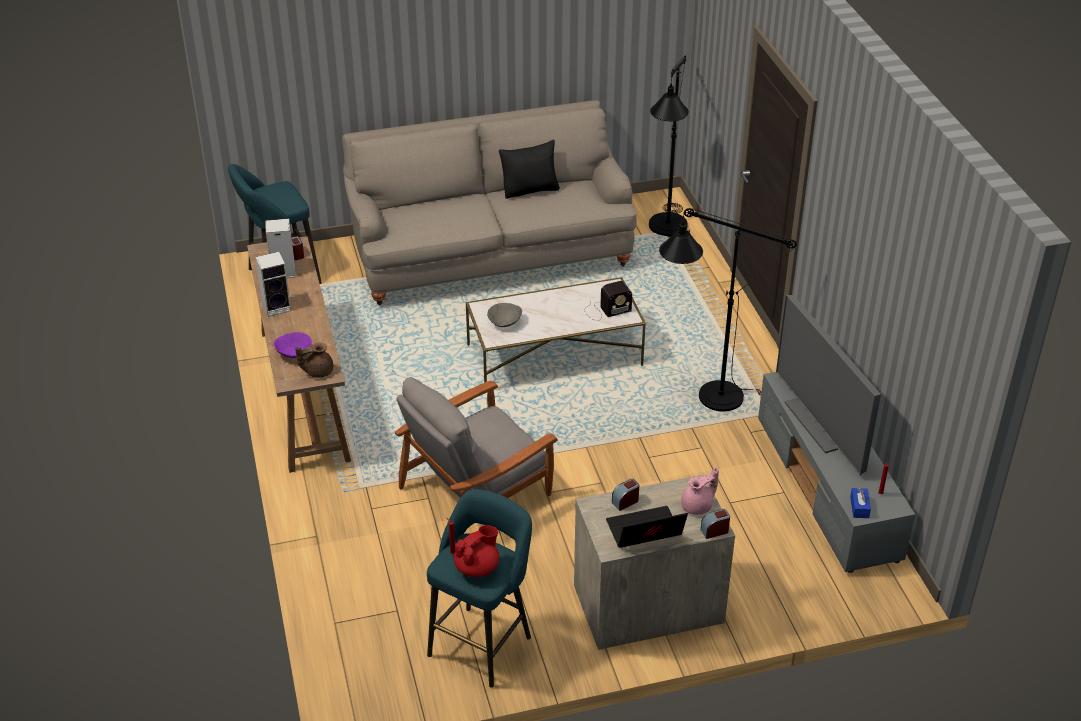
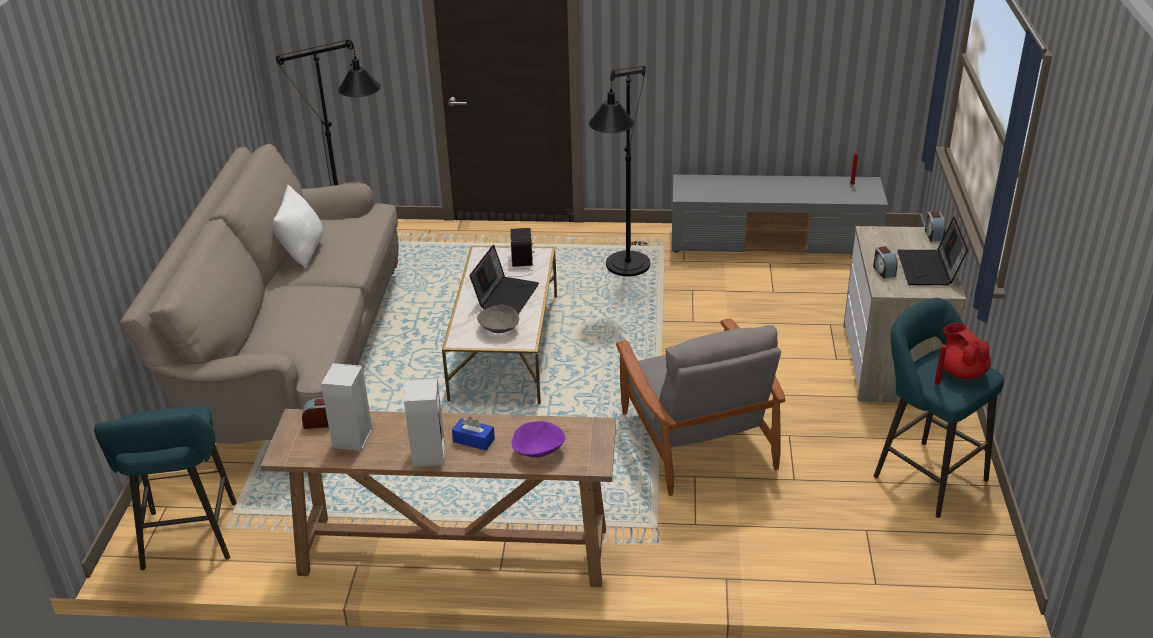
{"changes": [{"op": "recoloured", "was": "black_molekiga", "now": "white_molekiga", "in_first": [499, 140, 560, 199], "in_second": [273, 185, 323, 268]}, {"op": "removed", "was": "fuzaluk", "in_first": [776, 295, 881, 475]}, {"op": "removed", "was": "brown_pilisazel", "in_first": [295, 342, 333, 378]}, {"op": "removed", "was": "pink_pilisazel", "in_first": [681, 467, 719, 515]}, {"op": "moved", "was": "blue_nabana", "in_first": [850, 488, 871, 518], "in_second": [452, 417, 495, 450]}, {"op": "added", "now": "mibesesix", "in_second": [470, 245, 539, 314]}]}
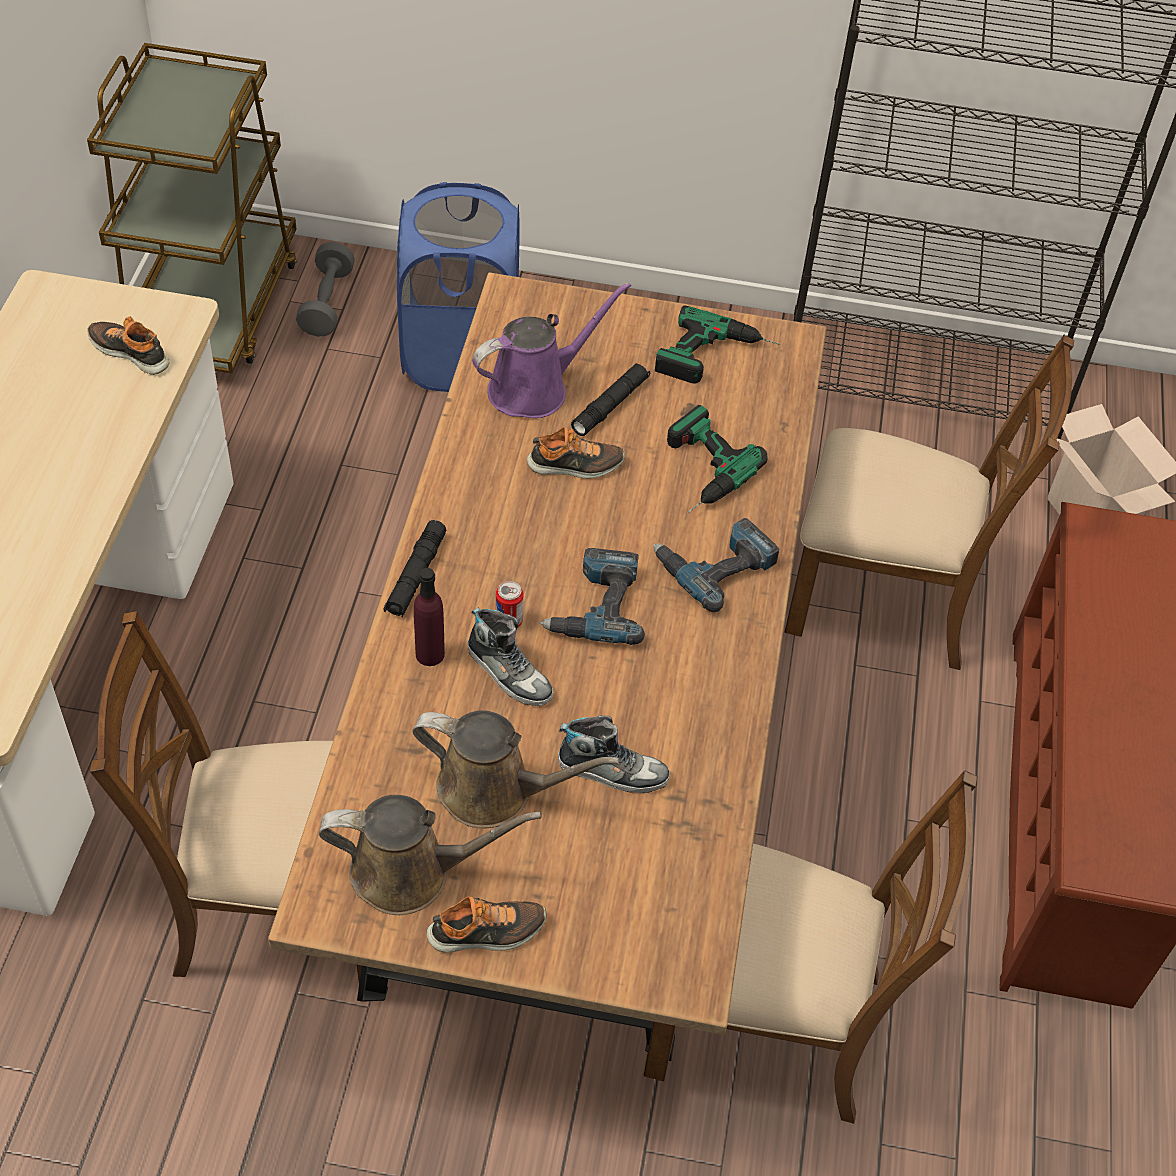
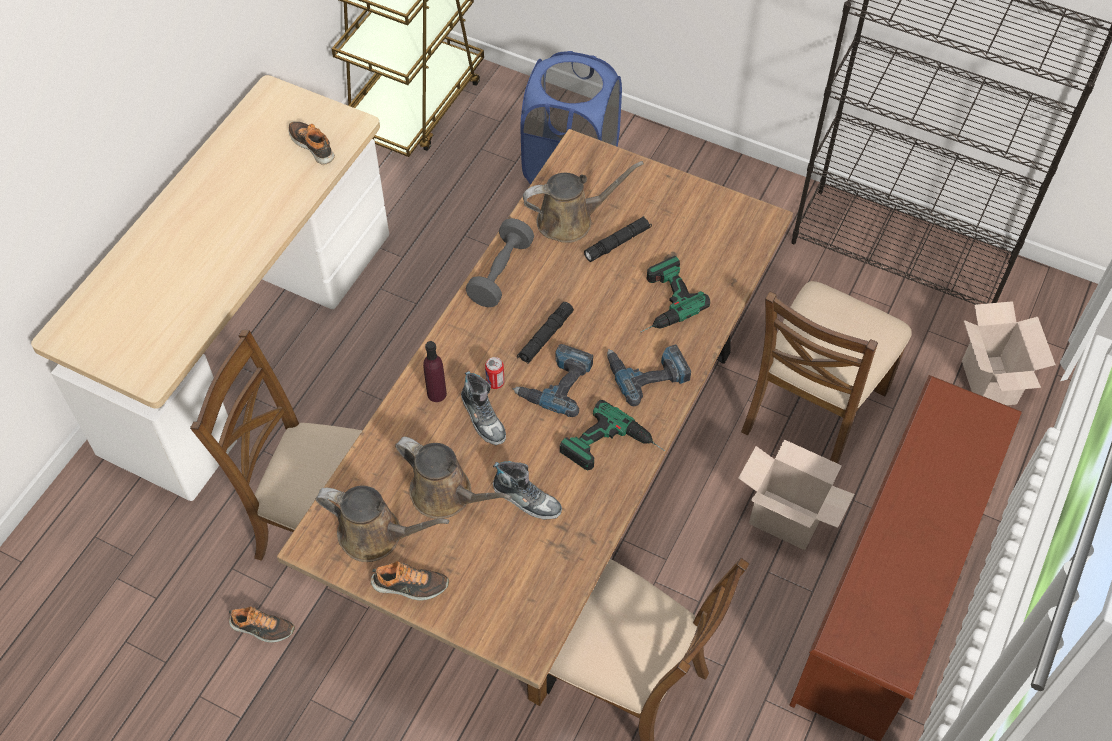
{"changes": [{"op": "moved", "was": "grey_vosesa", "in_first": [296, 242, 355, 336], "in_second": [466, 218, 534, 307]}, {"op": "recoloured", "was": "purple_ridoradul", "now": "brown_ridoradul", "in_first": [472, 282, 631, 418], "in_second": [523, 161, 644, 243]}, {"op": "moved", "was": "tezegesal", "in_first": [655, 305, 780, 384], "in_second": [560, 400, 665, 470]}, {"op": "turned", "was": "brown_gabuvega", "in_first": [785, 335, 1074, 670], "in_second": [741, 281, 912, 464], "clockwise": 90}, {"op": "moved", "was": "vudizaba", "in_first": [527, 427, 625, 479], "in_second": [229, 607, 295, 643]}, {"op": "moved", "was": "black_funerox", "in_first": [383, 520, 446, 617], "in_second": [517, 302, 574, 364]}, {"op": "added", "now": "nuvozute", "in_second": [738, 439, 854, 550]}]}
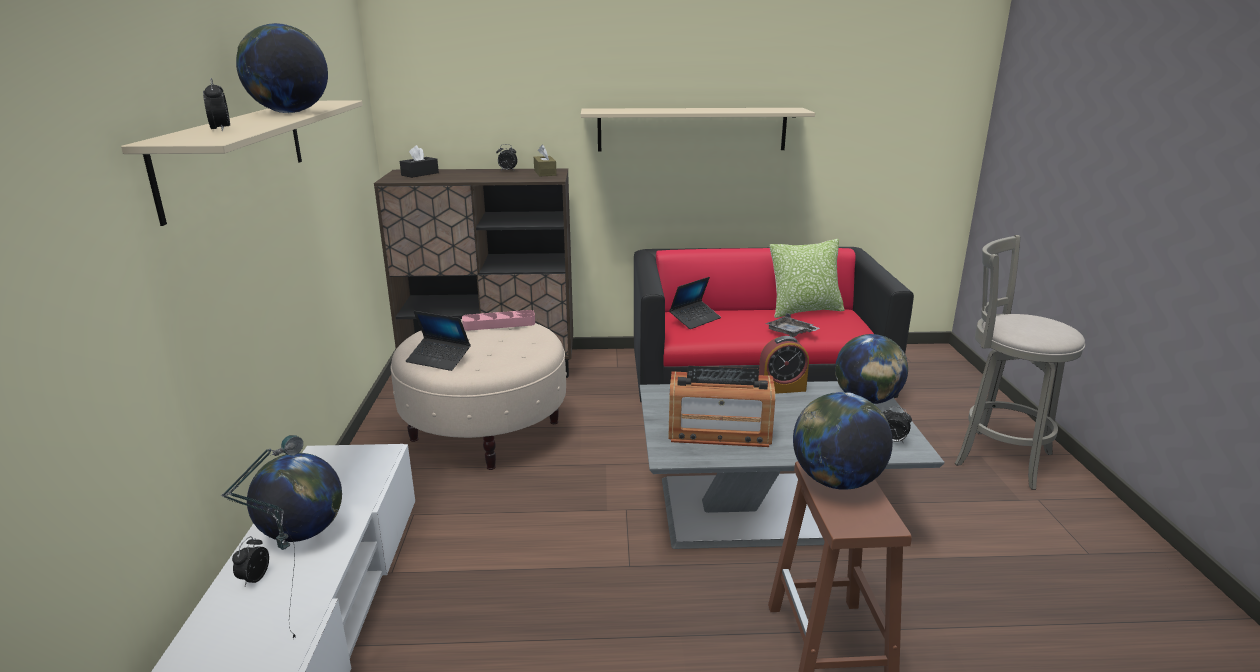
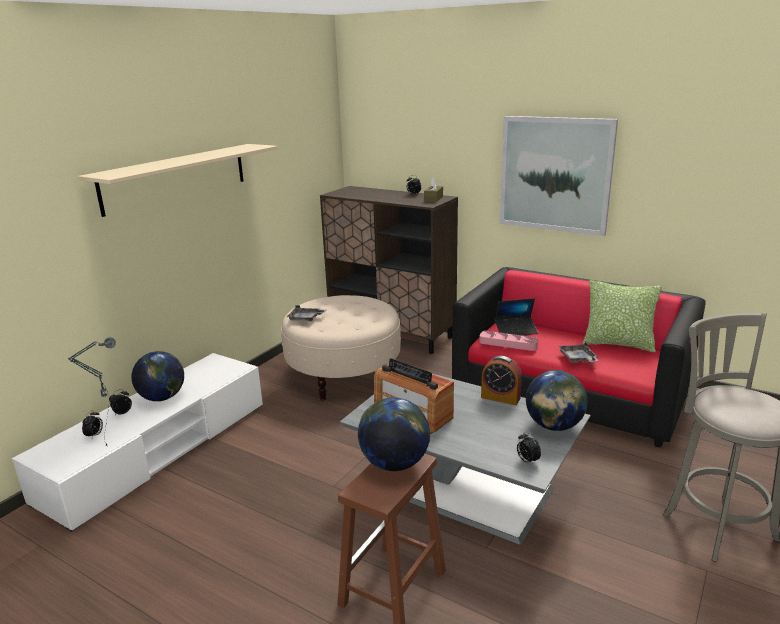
{"changes": [{"op": "removed", "was": "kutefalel", "in_first": [236, 23, 328, 113]}, {"op": "moved", "was": "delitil", "in_first": [203, 78, 230, 132], "in_second": [82, 410, 103, 438]}, {"op": "replaced", "was": "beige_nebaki", "now": "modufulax", "in_first": [581, 108, 815, 151], "in_second": [500, 116, 618, 236]}, {"op": "removed", "was": "black_nabana", "in_first": [400, 145, 439, 178]}, {"op": "moved", "was": "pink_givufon", "in_first": [462, 310, 535, 331], "in_second": [479, 331, 538, 351]}, {"op": "replaced", "was": "mibesesix", "now": "grey_givufon", "in_first": [406, 311, 471, 371], "in_second": [287, 305, 326, 322]}]}
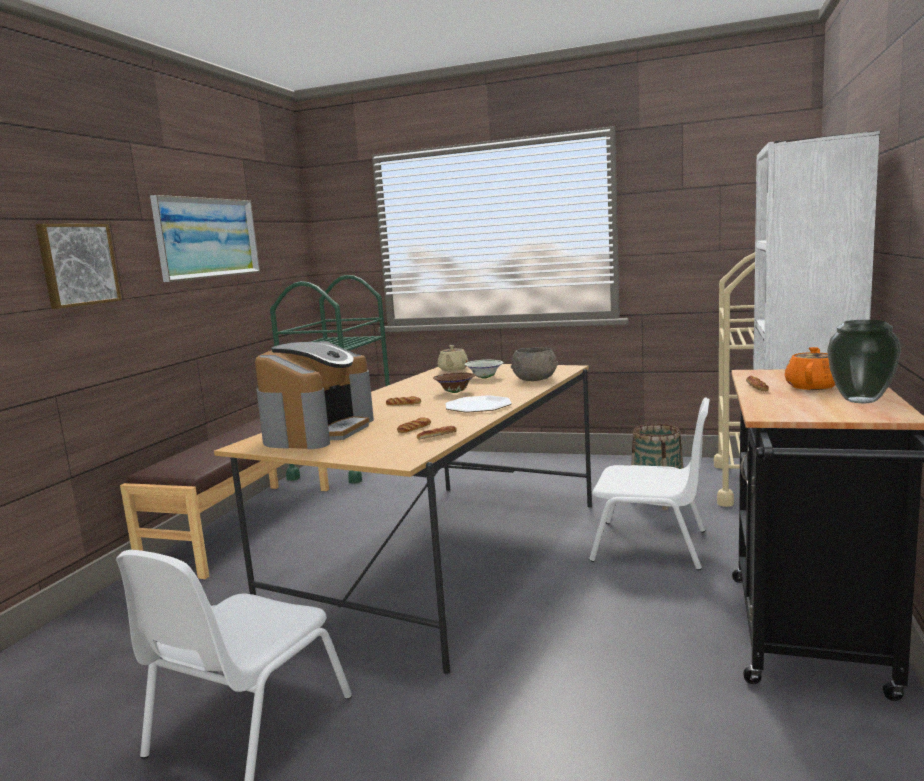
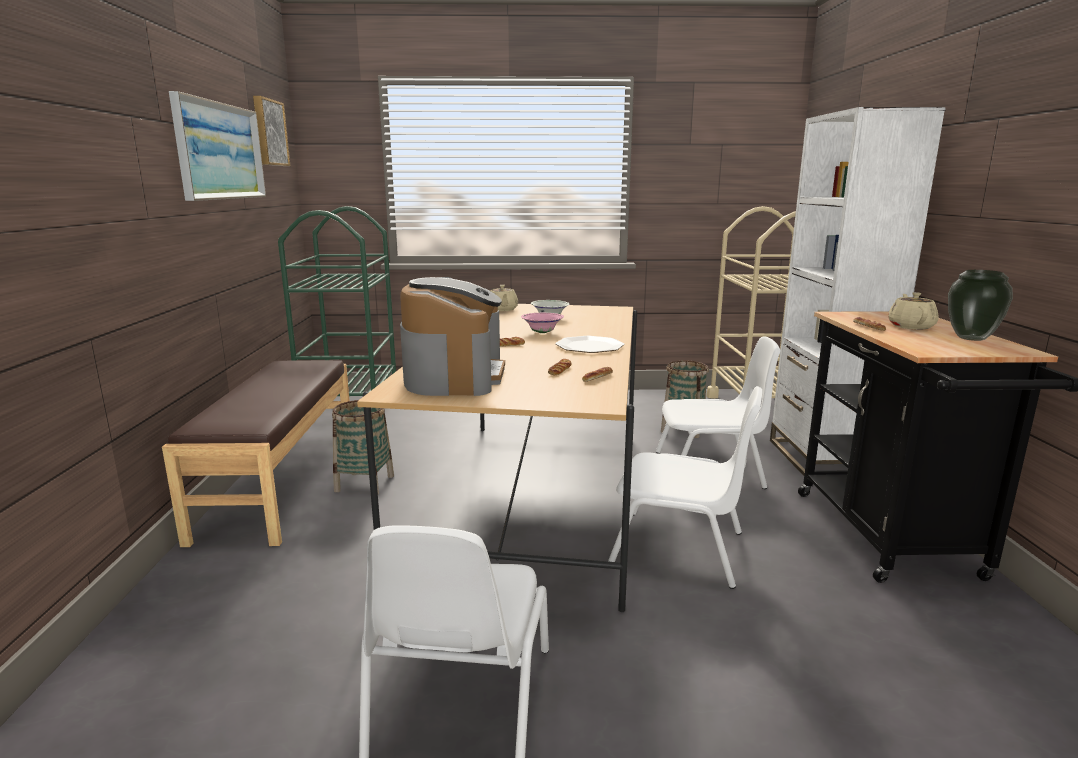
{"changes": [{"op": "moved", "was": "modufulax", "in_first": [36, 224, 121, 309], "in_second": [253, 96, 290, 166]}, {"op": "removed", "was": "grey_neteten", "in_first": [511, 347, 558, 381]}, {"op": "recoloured", "was": "orange_pilisazel", "now": "beige_pilisazel", "in_first": [785, 347, 835, 390], "in_second": [888, 292, 939, 330]}, {"op": "recoloured", "was": "brown_neteten", "now": "pink_neteten", "in_first": [433, 373, 475, 393], "in_second": [521, 313, 564, 333]}, {"op": "added", "now": "white_gabuvega", "in_second": [608, 386, 762, 589]}, {"op": "added", "now": "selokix", "in_second": [332, 400, 394, 494]}]}
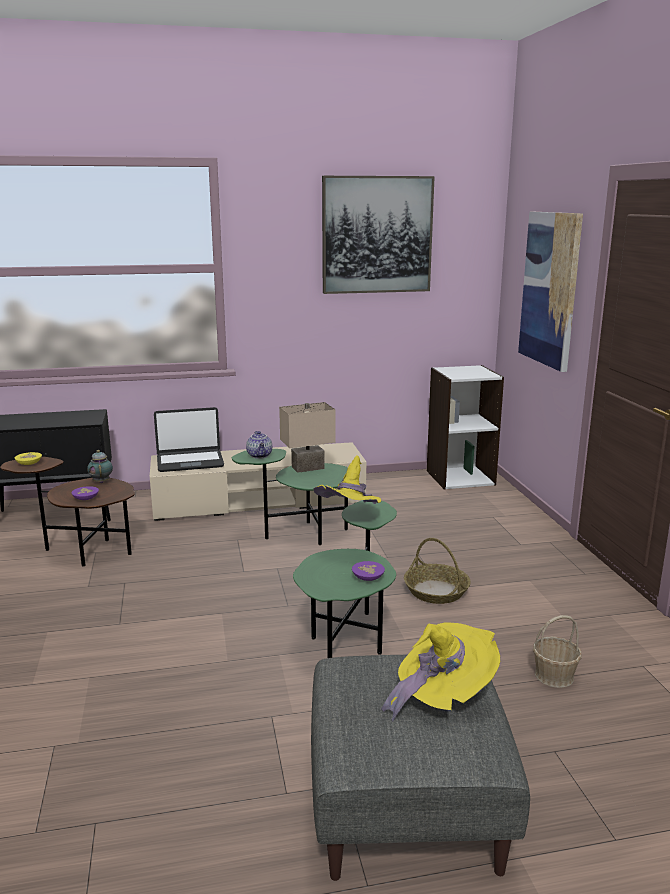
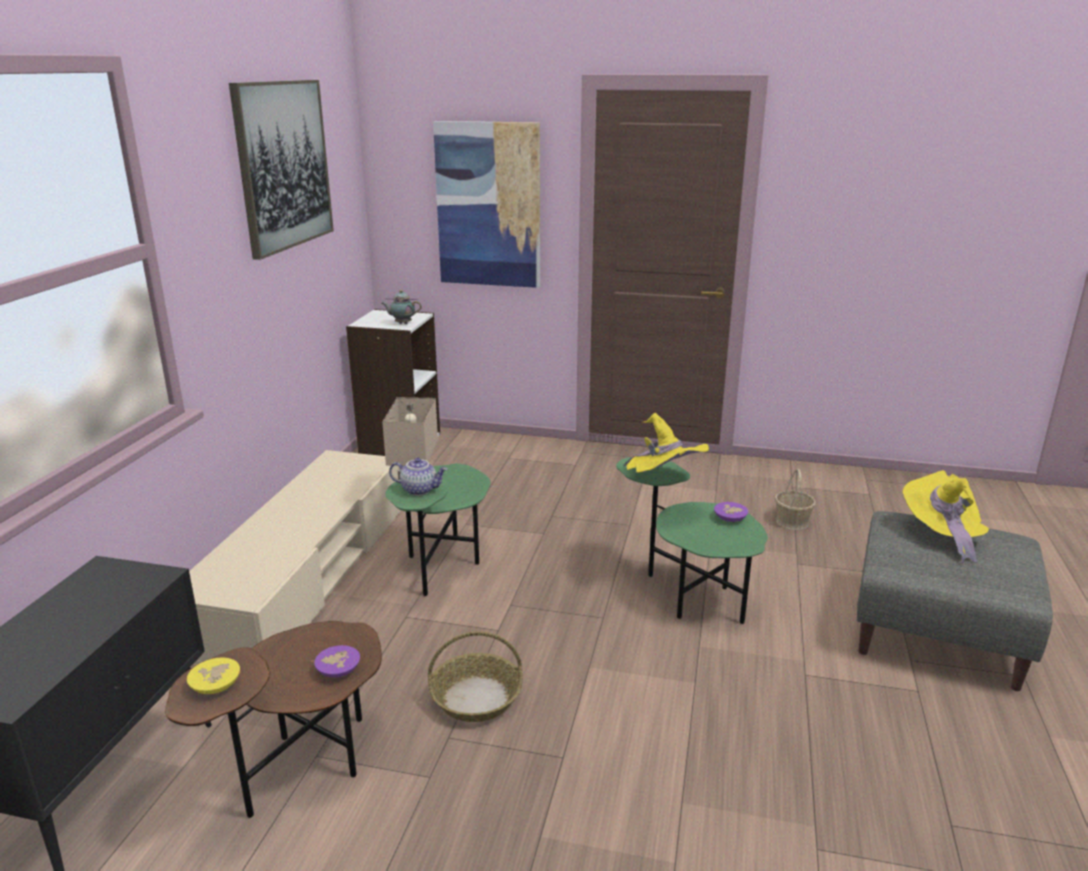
{"changes": [{"op": "removed", "was": "mibesesix", "in_first": [154, 407, 224, 472]}, {"op": "moved", "was": "pilisazel", "in_first": [87, 450, 113, 483], "in_second": [381, 290, 422, 324]}, {"op": "moved", "was": "selokix", "in_first": [404, 538, 471, 604], "in_second": [428, 631, 523, 722]}]}
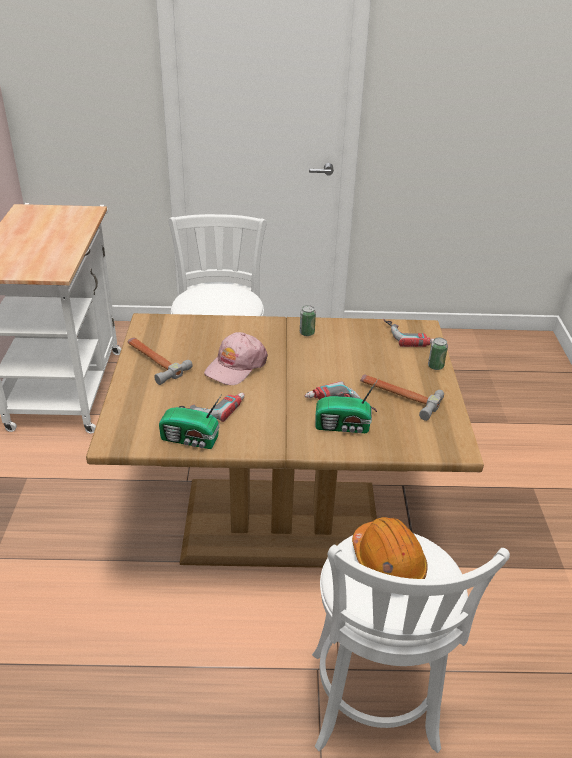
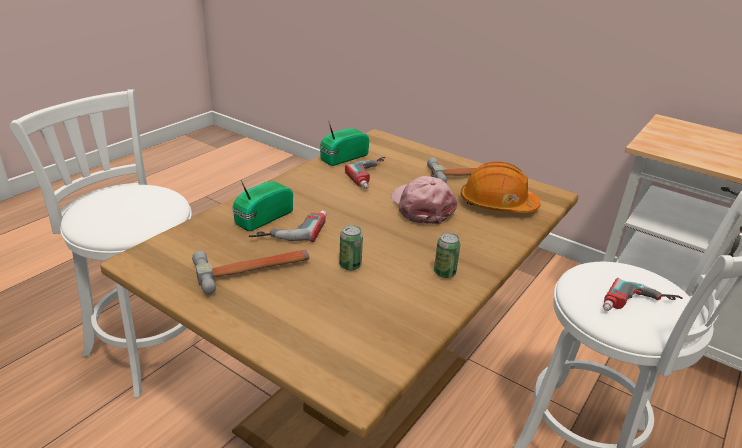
{"changes": [{"op": "moved", "was": "tezegesal", "in_first": [383, 319, 434, 347], "in_second": [603, 278, 682, 311]}, {"op": "moved", "was": "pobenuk", "in_first": [428, 338, 448, 370], "in_second": [339, 225, 363, 270]}, {"op": "moved", "was": "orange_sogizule", "in_first": [352, 517, 427, 579], "in_second": [461, 161, 541, 213]}]}
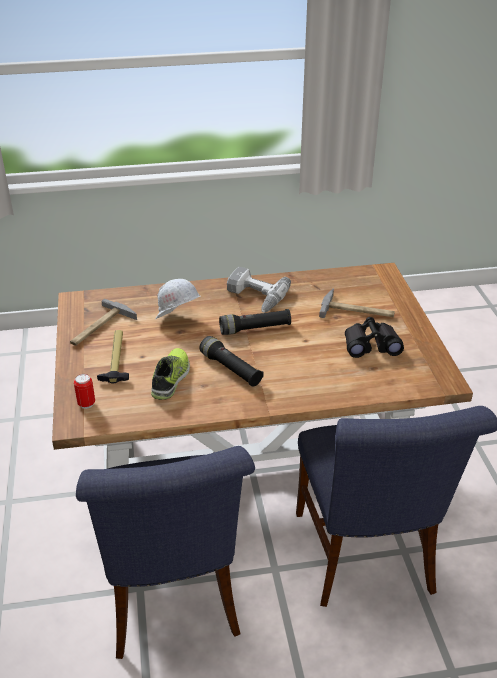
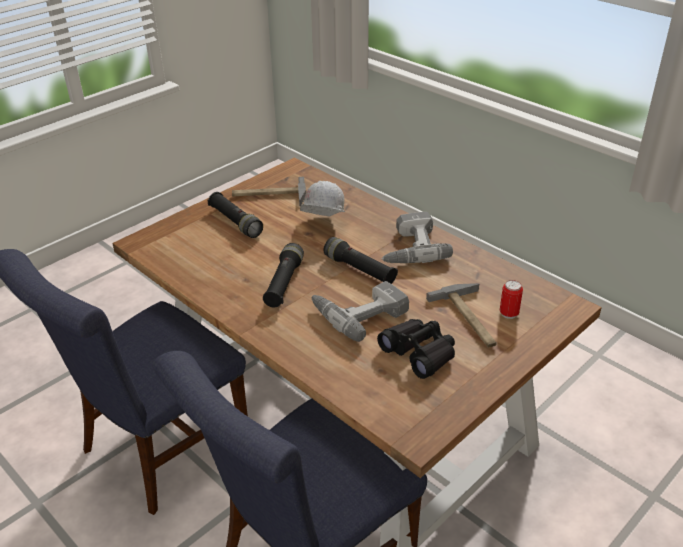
{"changes": [{"op": "replaced", "was": "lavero", "now": "black_funerox", "in_first": [97, 330, 129, 383], "in_second": [207, 192, 263, 238]}, {"op": "removed", "was": "vudizaba", "in_first": [151, 348, 190, 400]}, {"op": "moved", "was": "pobenuk", "in_first": [74, 374, 95, 409], "in_second": [500, 280, 523, 319]}, {"op": "added", "now": "tezegesal", "in_second": [312, 281, 409, 342]}]}
